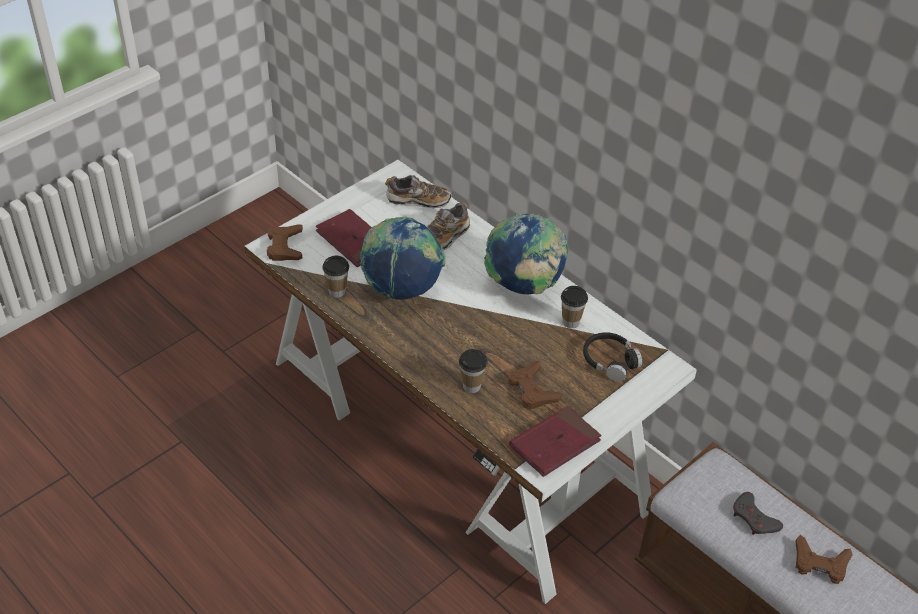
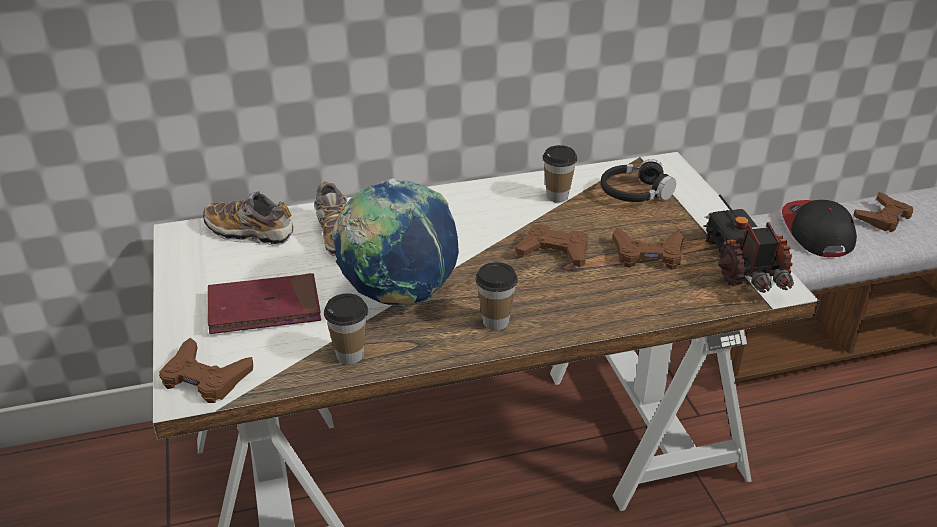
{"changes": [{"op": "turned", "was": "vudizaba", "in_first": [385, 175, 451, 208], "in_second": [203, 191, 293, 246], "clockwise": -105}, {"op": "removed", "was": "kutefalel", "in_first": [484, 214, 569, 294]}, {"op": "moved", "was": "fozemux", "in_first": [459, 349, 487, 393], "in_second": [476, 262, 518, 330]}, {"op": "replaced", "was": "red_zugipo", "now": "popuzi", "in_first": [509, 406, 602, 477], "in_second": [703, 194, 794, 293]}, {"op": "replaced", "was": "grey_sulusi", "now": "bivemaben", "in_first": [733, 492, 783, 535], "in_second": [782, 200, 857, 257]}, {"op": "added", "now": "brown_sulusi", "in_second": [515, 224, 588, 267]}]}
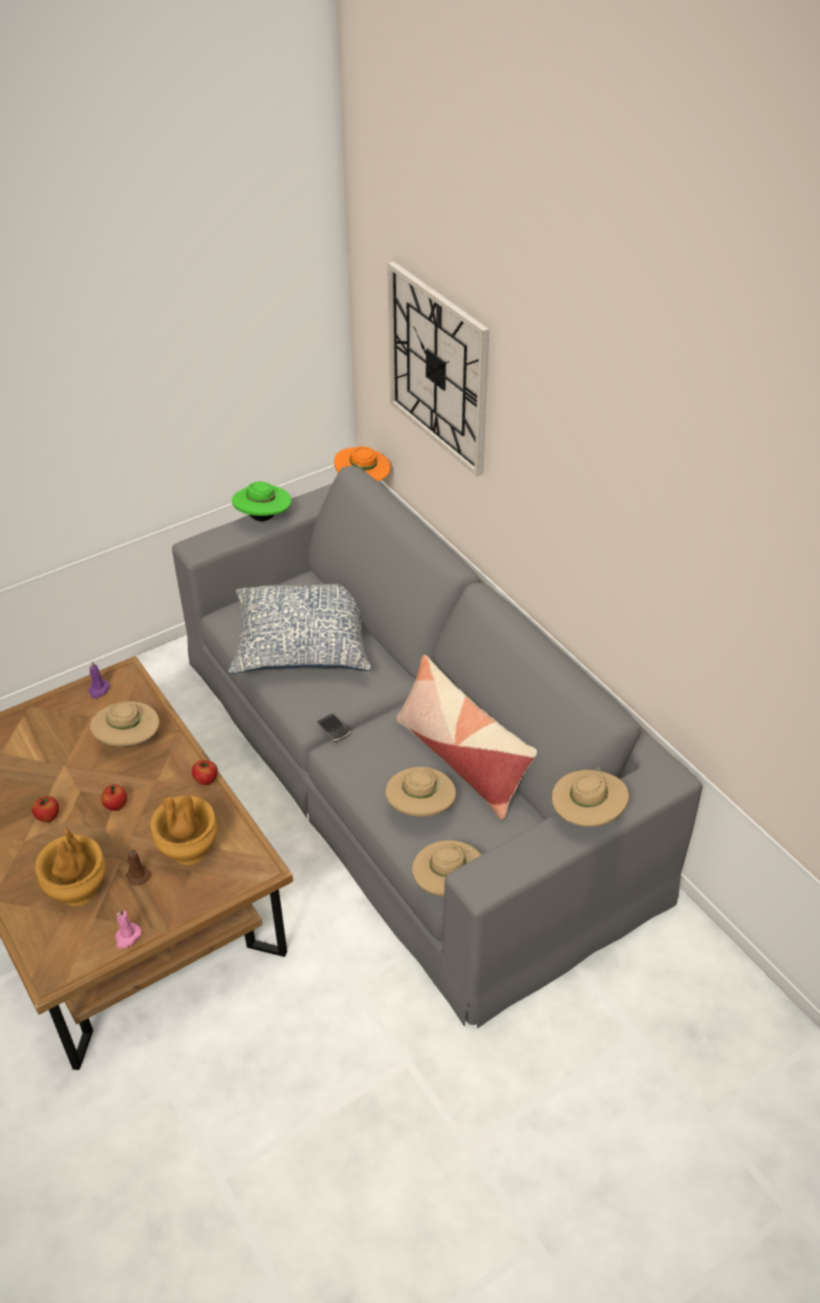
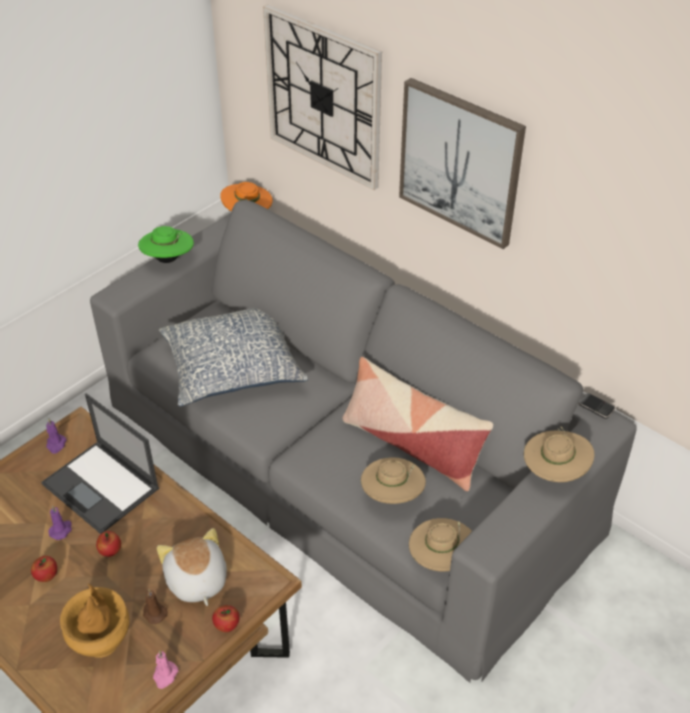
{"changes": [{"op": "replaced", "was": "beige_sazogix", "now": "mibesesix", "in_first": [90, 701, 159, 747], "in_second": [41, 394, 159, 534]}, {"op": "moved", "was": "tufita", "in_first": [317, 713, 350, 742], "in_second": [578, 393, 615, 419]}, {"op": "moved", "was": "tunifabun", "in_first": [192, 760, 218, 785], "in_second": [212, 605, 239, 632]}, {"op": "replaced", "was": "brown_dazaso", "now": "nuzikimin", "in_first": [151, 796, 218, 865], "in_second": [157, 528, 227, 606]}, {"op": "added", "now": "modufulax", "in_second": [399, 78, 526, 249]}, {"op": "added", "now": "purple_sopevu", "in_second": [48, 505, 72, 540]}]}
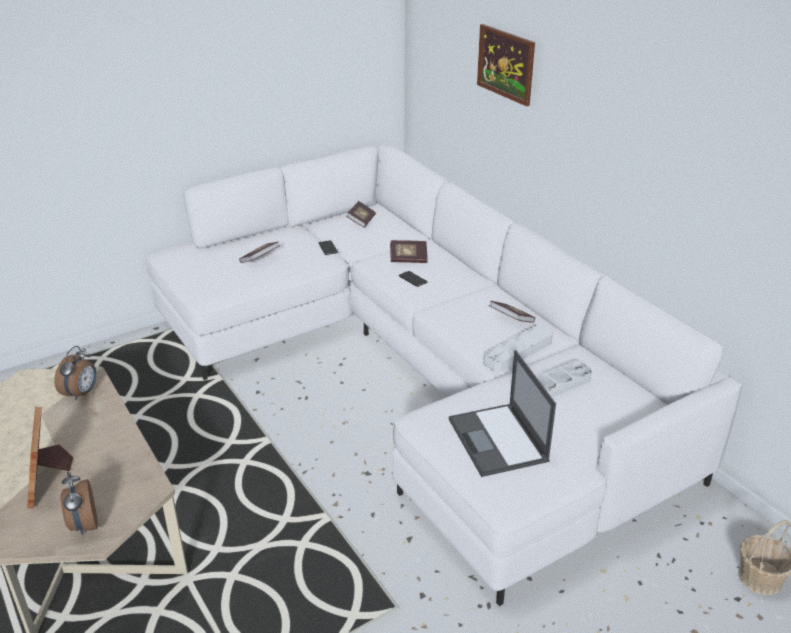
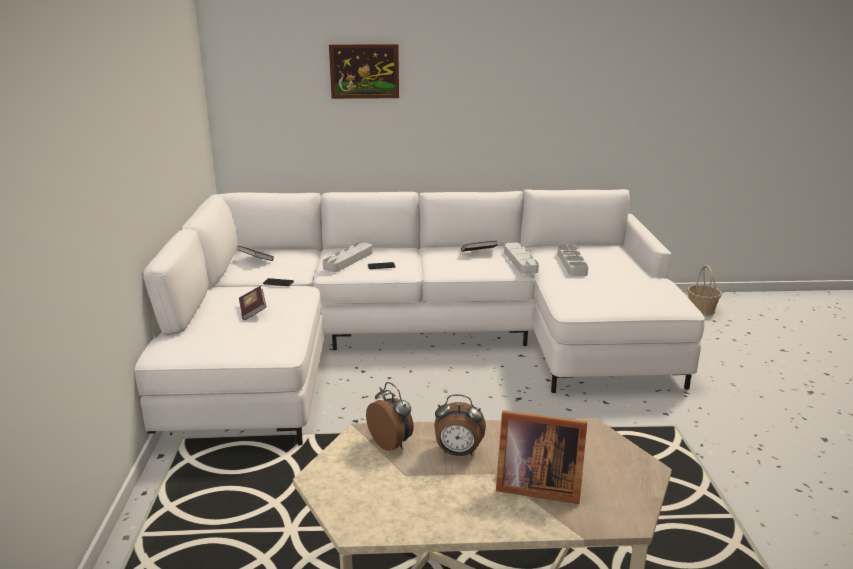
{"changes": [{"op": "replaced", "was": "zugipo", "now": "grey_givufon", "in_first": [390, 240, 428, 263], "in_second": [323, 242, 373, 272]}, {"op": "removed", "was": "mibesesix", "in_first": [449, 350, 556, 477]}, {"op": "moved", "was": "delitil", "in_first": [61, 472, 98, 535], "in_second": [434, 394, 486, 456]}]}
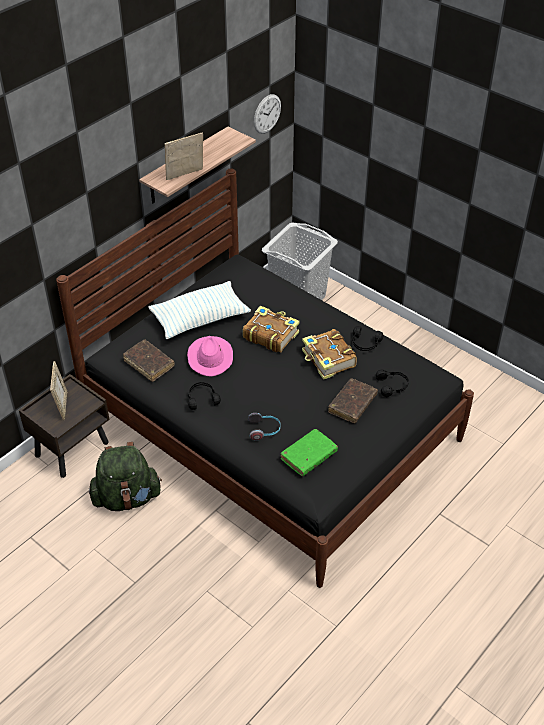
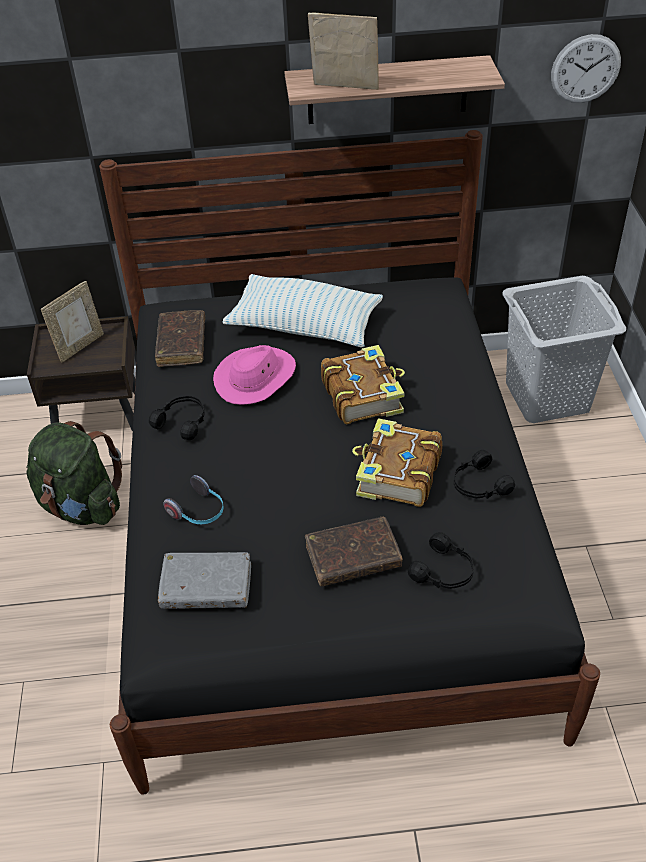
{"changes": [{"op": "recoloured", "was": "green_zugipo", "now": "grey_zugipo", "in_first": [280, 429, 338, 476], "in_second": [158, 552, 251, 609]}]}
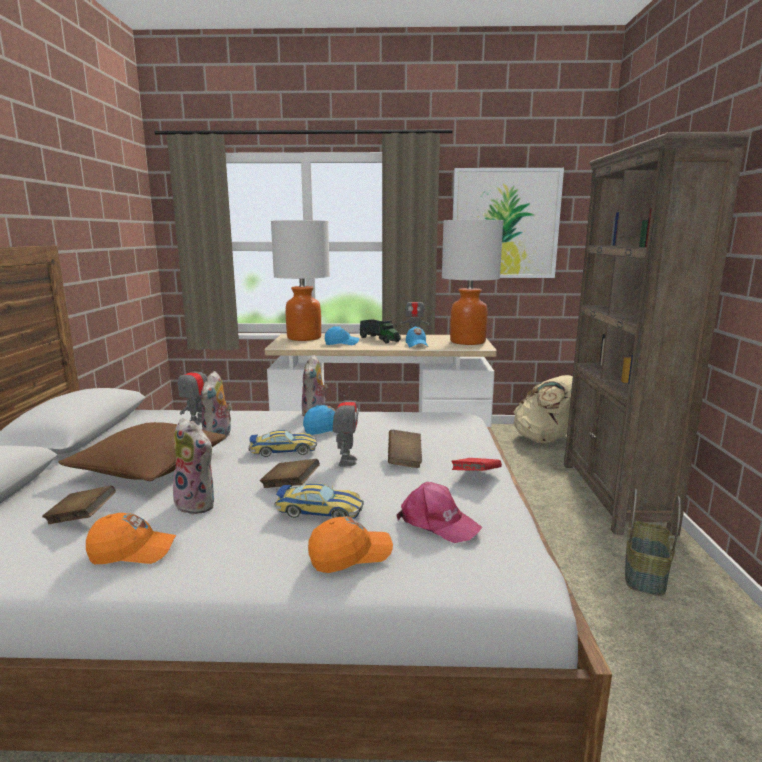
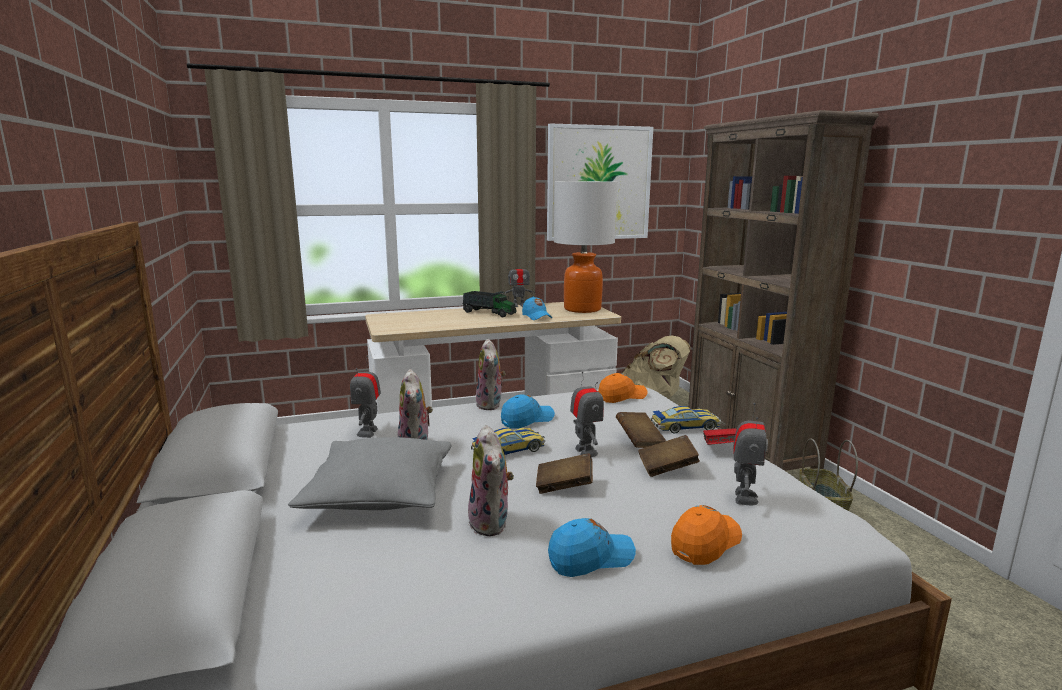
{"changes": [{"op": "removed", "was": "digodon", "in_first": [271, 220, 330, 341]}, {"op": "moved", "was": "blue_bivemaben", "in_first": [325, 326, 359, 345], "in_second": [548, 518, 636, 577]}, {"op": "turned", "was": "nuzikimin", "in_first": [173, 418, 214, 515], "in_second": [468, 425, 514, 536], "clockwise": 60}, {"op": "recoloured", "was": "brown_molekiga", "now": "grey_molekiga", "in_first": [58, 422, 226, 481], "in_second": [288, 437, 451, 510]}, {"op": "replaced", "was": "pink_bivemaben", "now": "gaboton", "in_first": [397, 482, 483, 543], "in_second": [733, 403, 768, 505]}, {"op": "moved", "was": "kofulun", "in_first": [274, 483, 364, 519], "in_second": [651, 406, 721, 433]}, {"op": "moved", "was": "brown_zugipo", "in_first": [42, 486, 116, 524], "in_second": [638, 435, 700, 477]}, {"op": "moved", "was": "orange_bivemaben", "in_first": [86, 513, 177, 564], "in_second": [598, 373, 648, 403]}]}
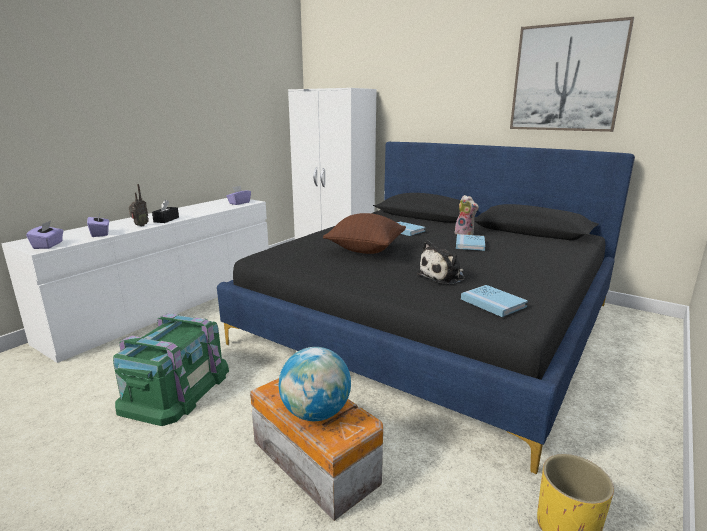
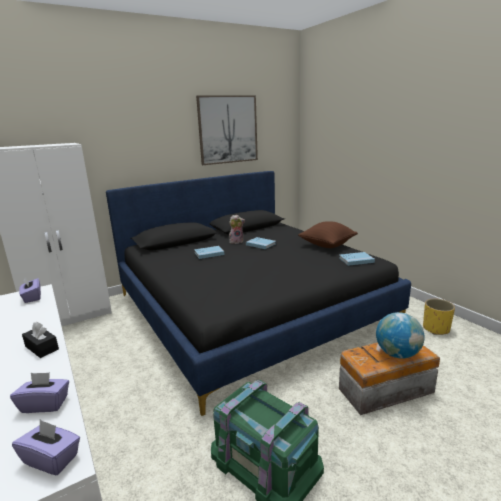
{"changes": [{"op": "removed", "was": "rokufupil", "in_first": [128, 184, 149, 226]}, {"op": "moved", "was": "brown_molekiga", "in_first": [323, 213, 406, 254], "in_second": [298, 221, 358, 248]}, {"op": "removed", "was": "nuzikimin", "in_first": [417, 240, 465, 284]}]}
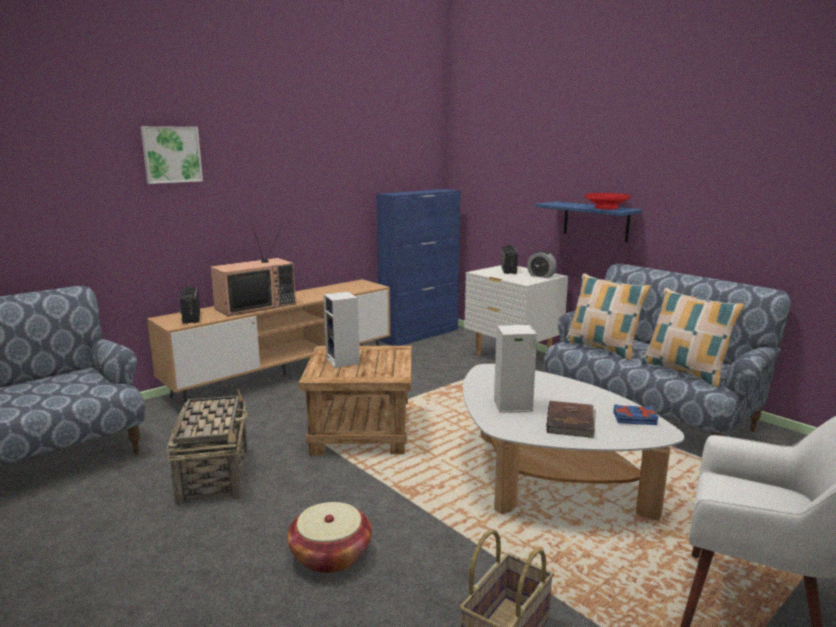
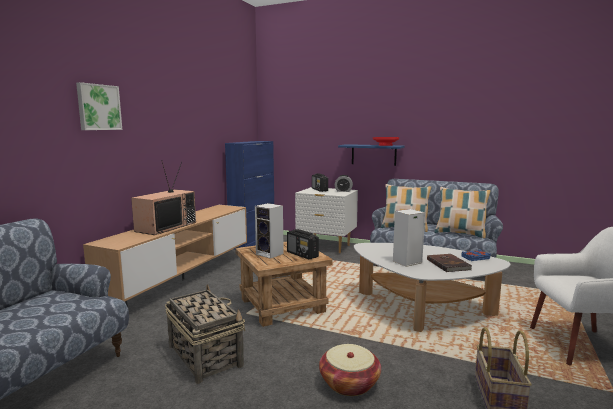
{"changes": [{"op": "moved", "was": "rokufupil", "in_first": [180, 286, 200, 324], "in_second": [287, 229, 319, 259]}]}
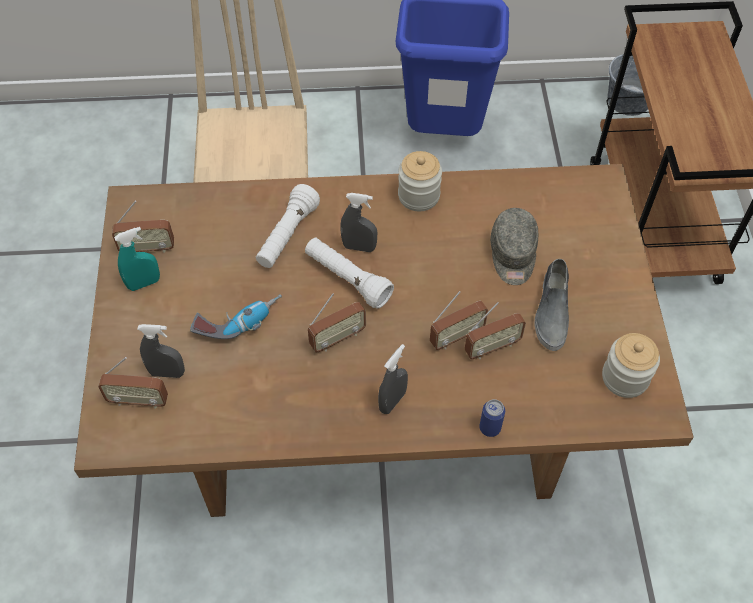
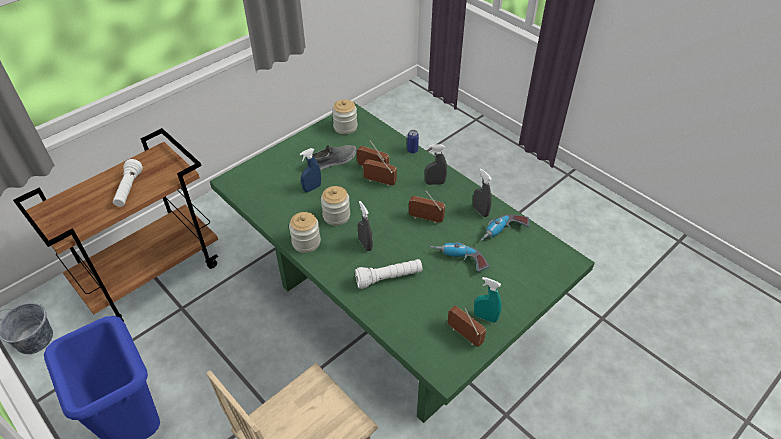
{"changes": [{"op": "recoloured", "was": "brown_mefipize", "now": "green_mefipize", "in_first": [74, 164, 694, 517], "in_second": [210, 102, 595, 423]}, {"op": "replaced", "was": "grey_bivemaben", "now": "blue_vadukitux", "in_first": [490, 208, 539, 285], "in_second": [300, 148, 321, 192]}, {"op": "moved", "was": "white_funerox", "in_first": [305, 238, 394, 309], "in_second": [113, 159, 143, 207]}, {"op": "moved", "was": "grey_vadukitux", "in_first": [137, 324, 185, 378], "in_second": [473, 168, 492, 217]}, {"op": "removed", "was": "rokufupil", "in_first": [98, 357, 168, 409]}, {"op": "added", "now": "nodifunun", "in_second": [321, 186, 350, 226]}, {"op": "added", "now": "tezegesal", "in_second": [481, 215, 529, 241]}]}
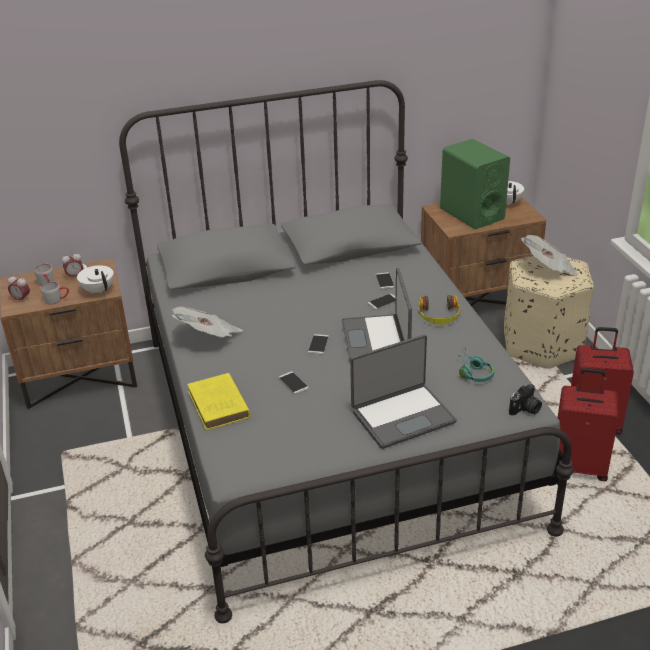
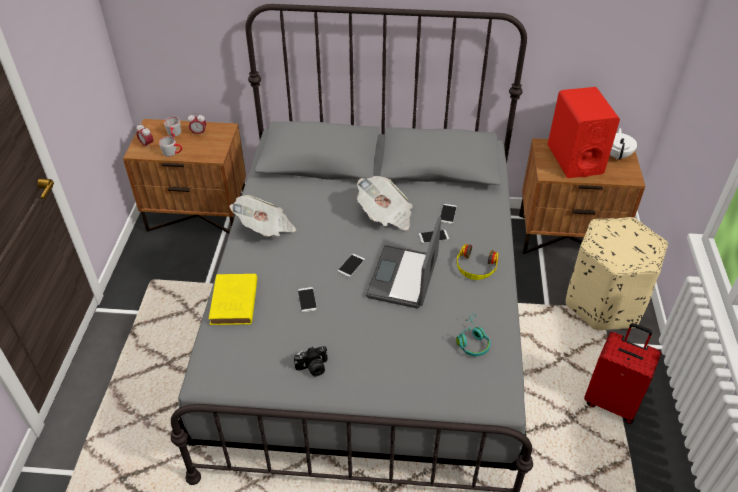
{"changes": [{"op": "recoloured", "was": "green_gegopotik", "now": "red_gegopotik", "in_first": [440, 139, 510, 229], "in_second": [548, 87, 620, 178]}, {"op": "moved", "was": "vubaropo", "in_first": [521, 235, 579, 274], "in_second": [357, 176, 413, 230]}, {"op": "removed", "was": "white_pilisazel", "in_first": [77, 264, 114, 294]}, {"op": "removed", "was": "mibesesix", "in_first": [350, 335, 457, 449]}, {"op": "removed", "was": "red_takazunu", "in_first": [558, 368, 619, 481]}, {"op": "moved", "was": "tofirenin", "in_first": [509, 384, 542, 416], "in_second": [294, 346, 328, 377]}]}
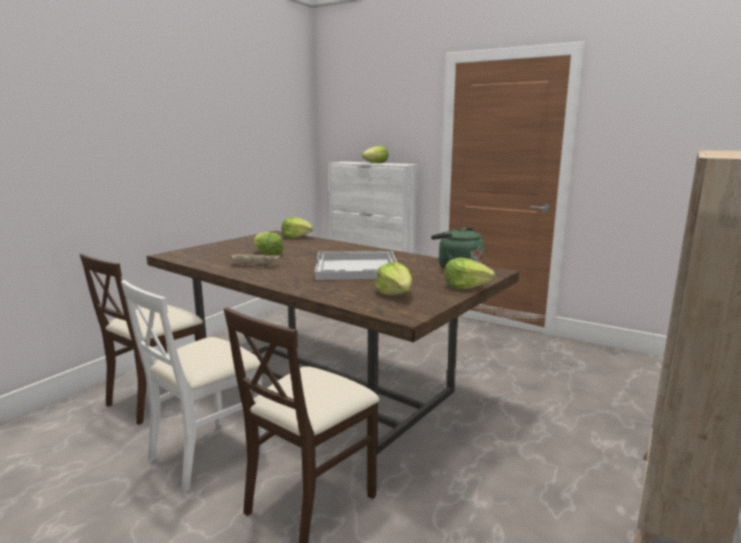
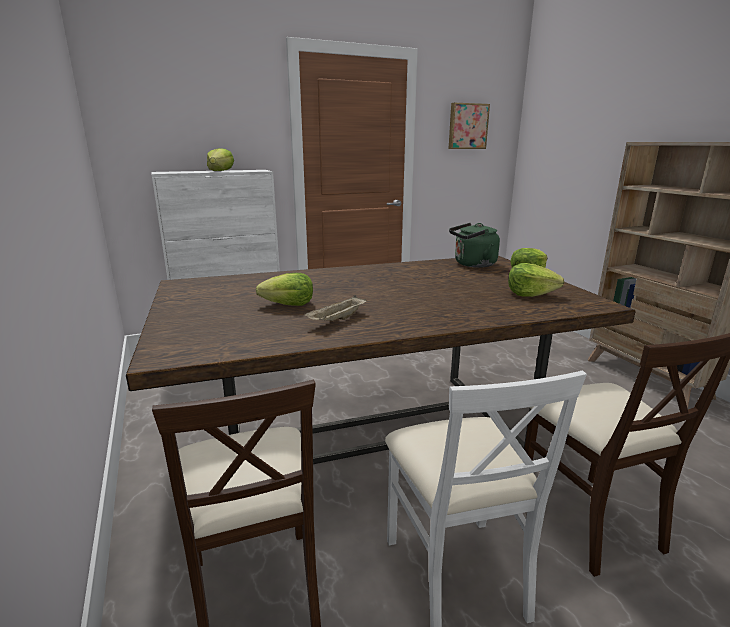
{"changes": [{"op": "removed", "was": "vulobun", "in_first": [282, 217, 314, 238]}, {"op": "removed", "was": "white_givufon", "in_first": [315, 251, 397, 280]}, {"op": "added", "now": "modufulax", "in_second": [448, 103, 490, 149]}]}
